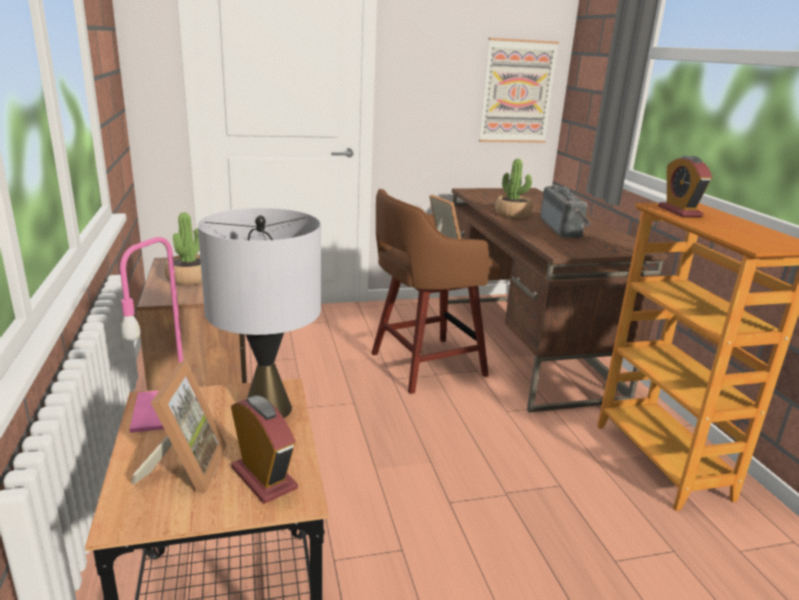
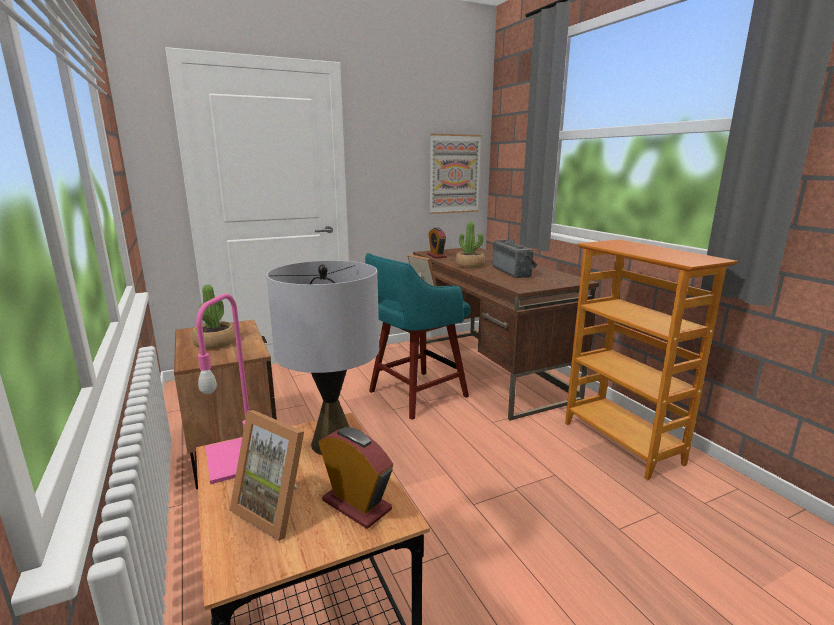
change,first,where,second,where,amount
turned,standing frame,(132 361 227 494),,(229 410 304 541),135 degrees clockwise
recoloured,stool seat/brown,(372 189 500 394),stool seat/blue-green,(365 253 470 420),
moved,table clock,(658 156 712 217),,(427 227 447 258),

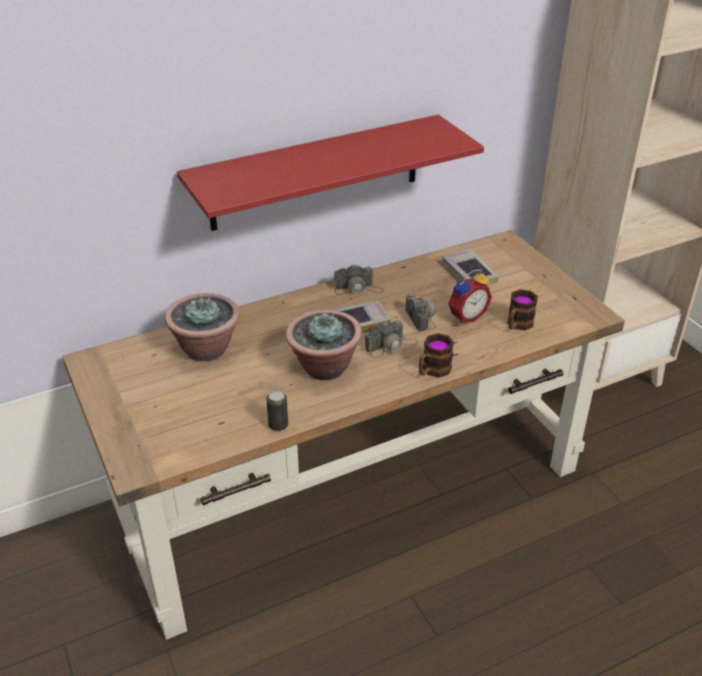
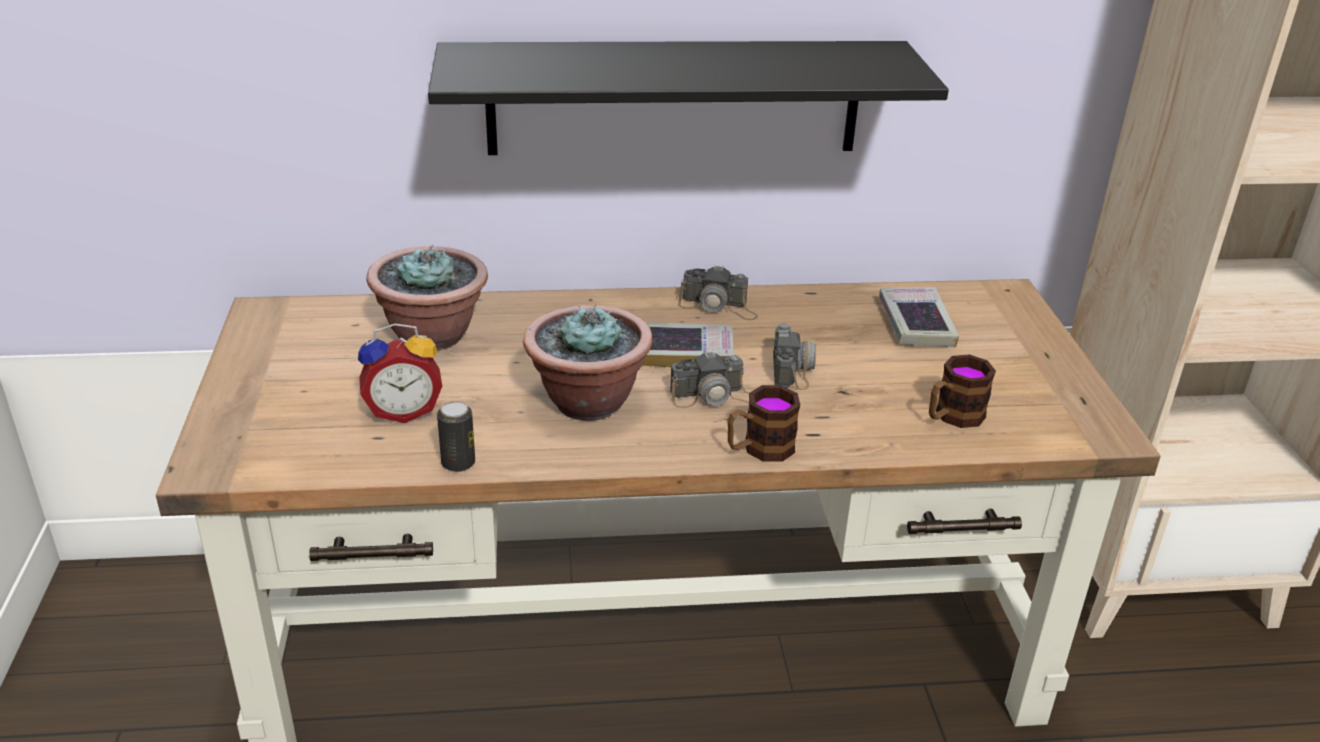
change,first,where,second,where,amount
moved,table clock,(448 269 492 323),,(358 323 442 423),
recoloured,bracket shelf/red-coloured,(177 115 484 231),bracket shelf/black-coloured,(428 41 949 155),

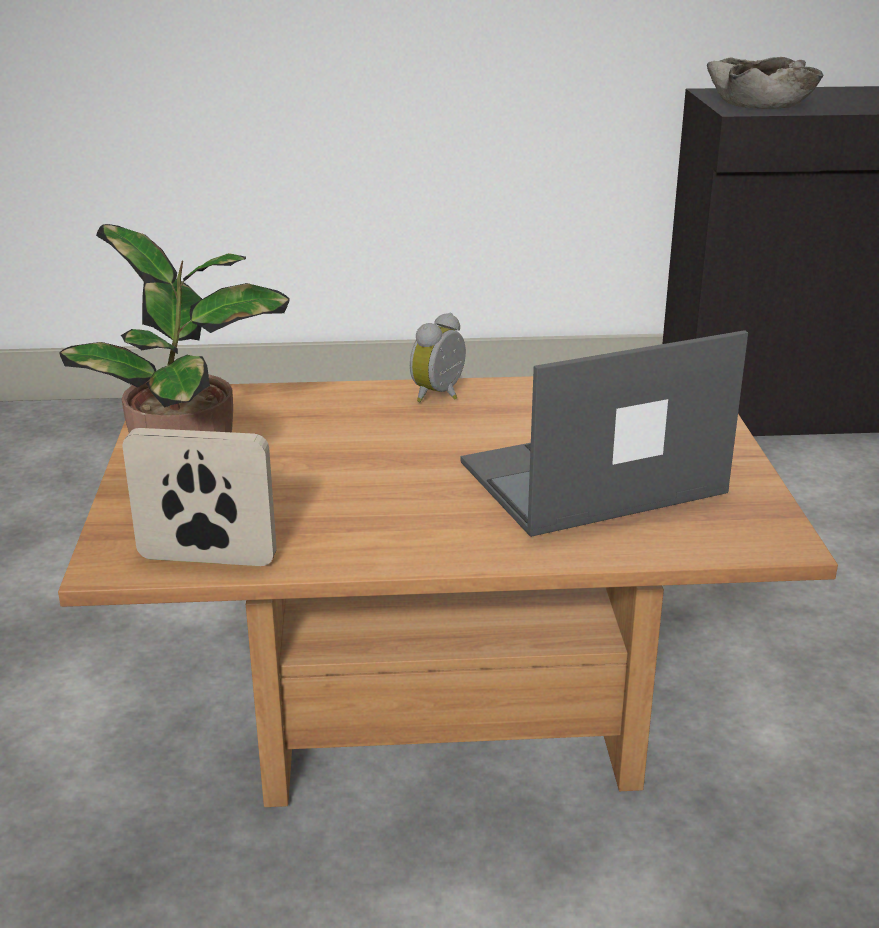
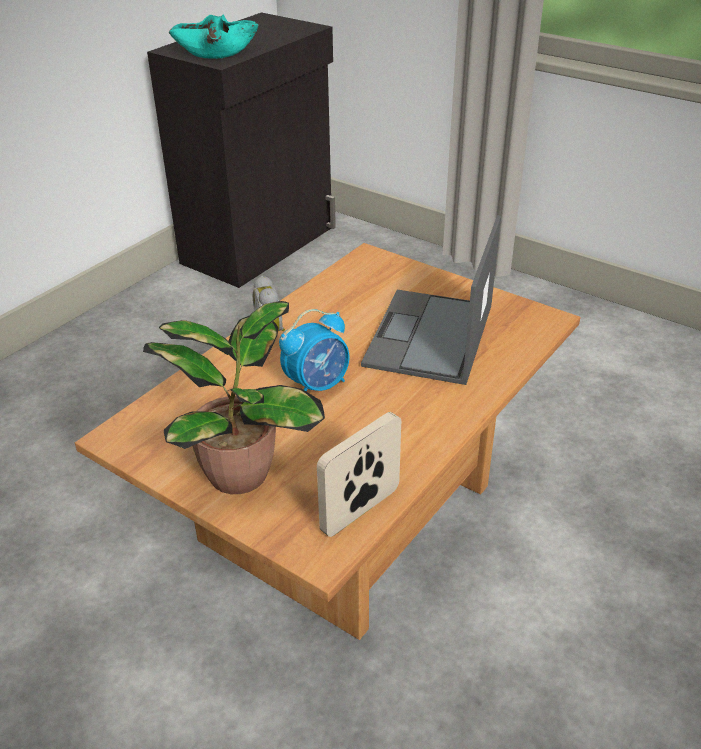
change,first,where,second,where,amount
recoloured,bowl/beige-coloured,(707 57 823 109),bowl/blue-green,(169 14 259 59),
added,,,table clock,(279 309 350 391),

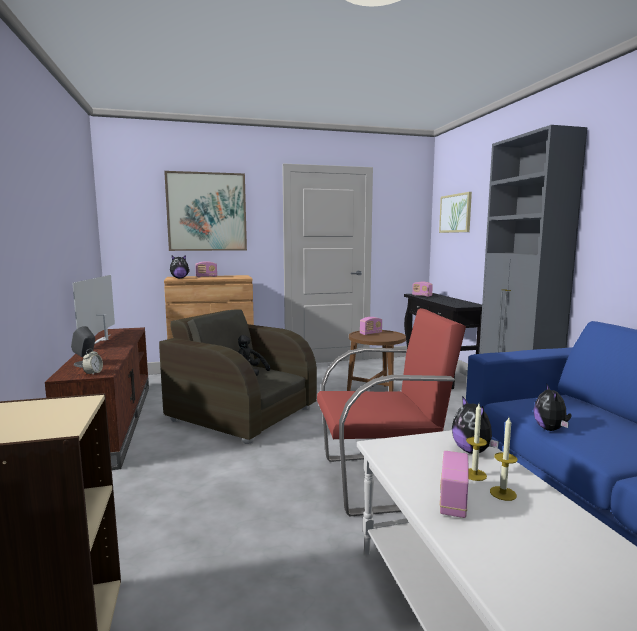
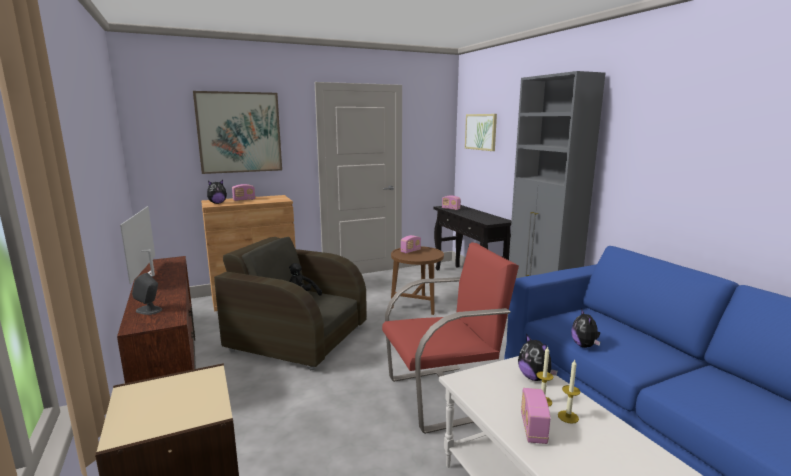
change,first,where,second,where,amount
removed,table clock,(82 349 103 375),,,

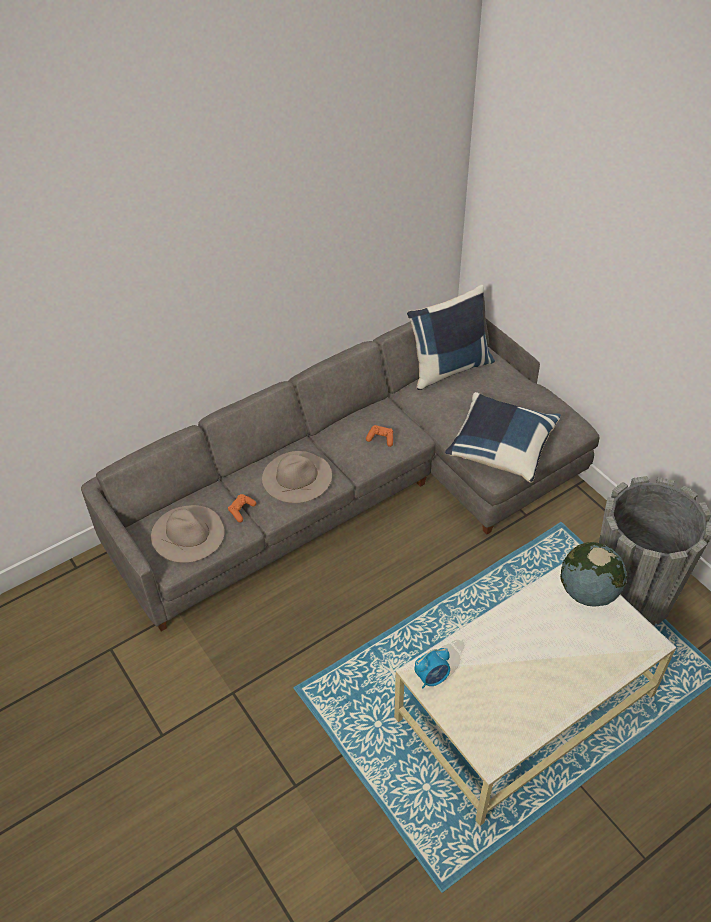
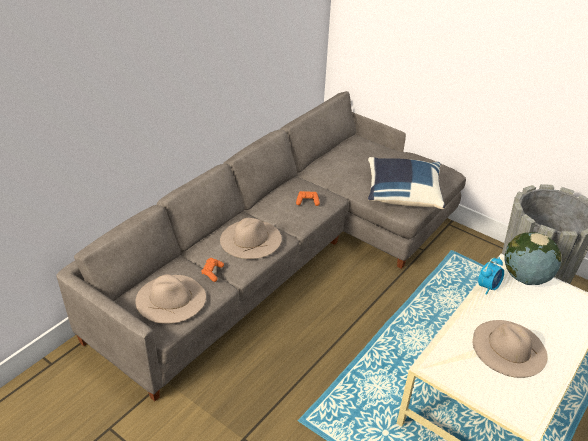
change,first,where,second,where,amount
added,,,clothing hat/beige-coloured,(473 320 547 378),
moved,table clock,(414 648 450 689),,(478 257 504 295),
removed,throw pillow/blue,(407 285 495 390),,,

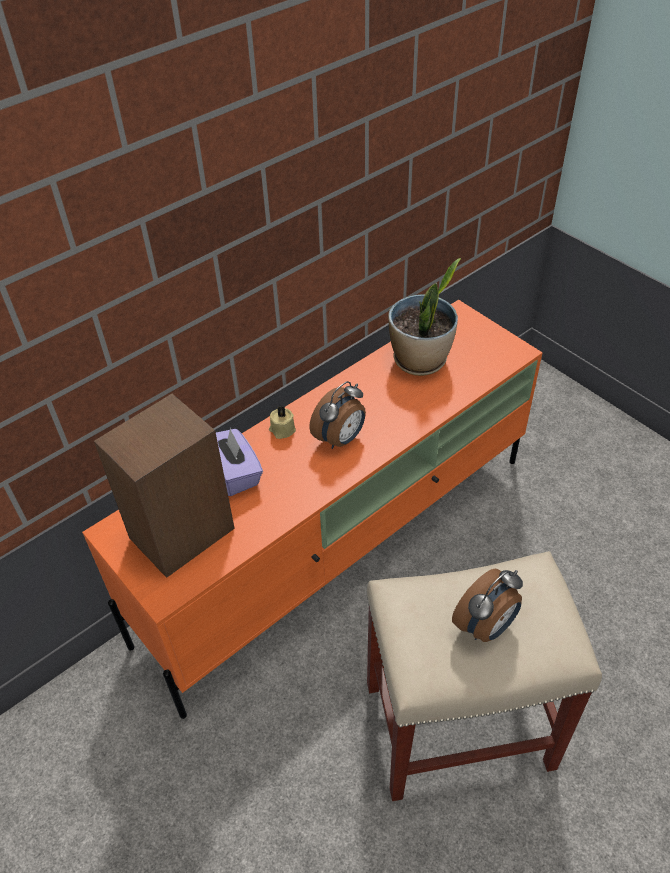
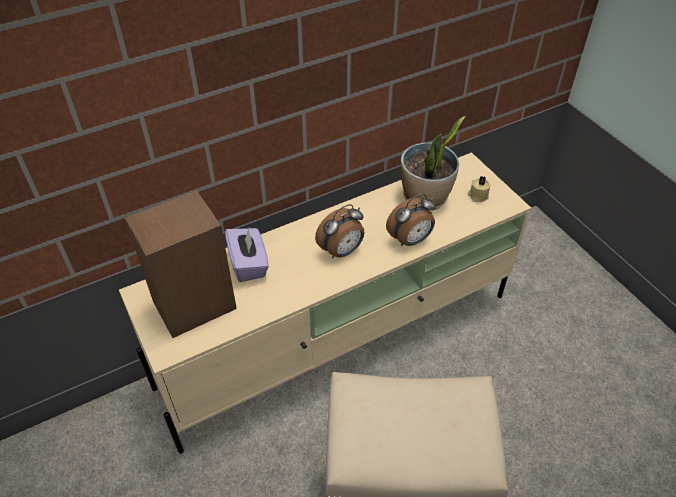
change,first,where,second,where,amount
recoloured,tv unit/orange-coloured,(82 300 543 719),tv unit/beige-coloured,(119 152 531 454),
moved,table clock,(452 568 523 642),,(386 194 436 246),
moved,wax light/beige-coloured,(269 406 296 439),,(468 176 491 202),

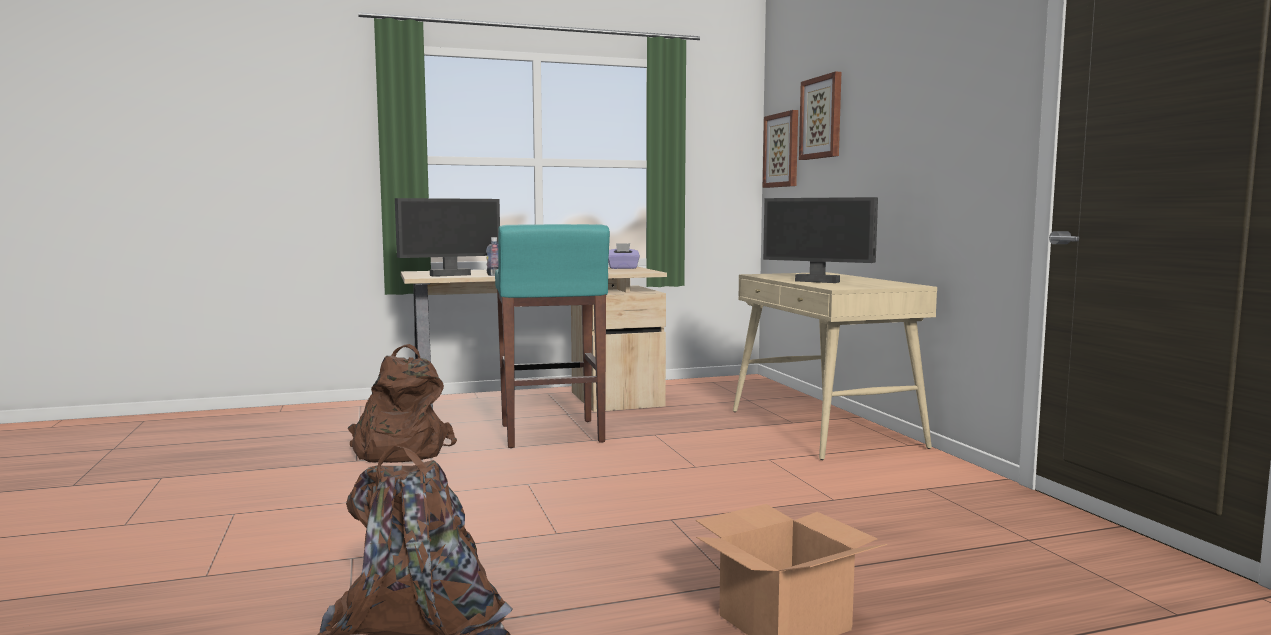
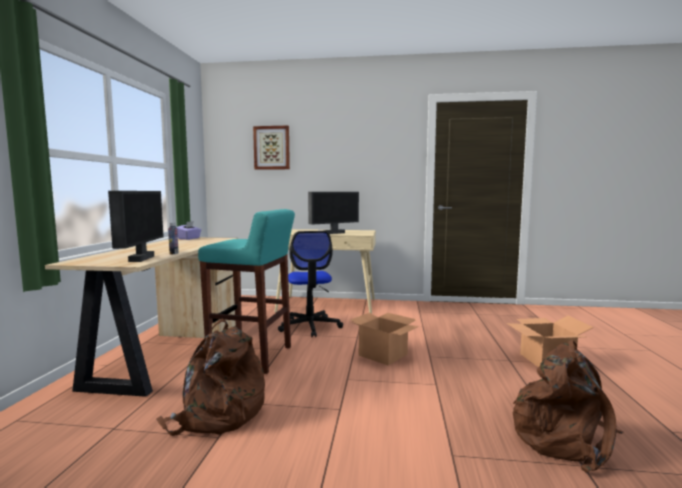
change,first,where,second,where,amount
added,,,office chair,(278 231 343 337),
added,,,carton,(350 313 419 365),
removed,wall picture,(763 110 798 188),,,

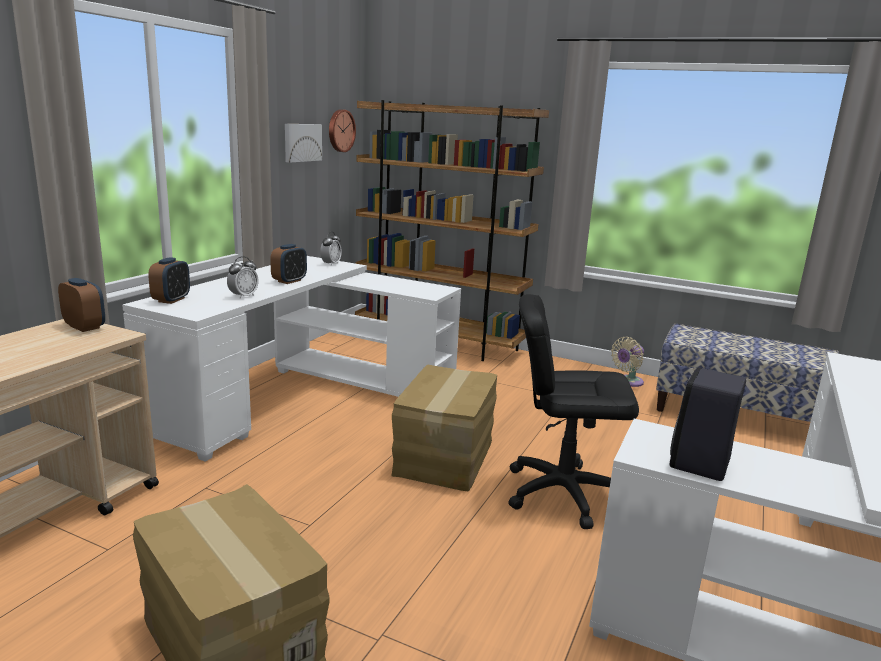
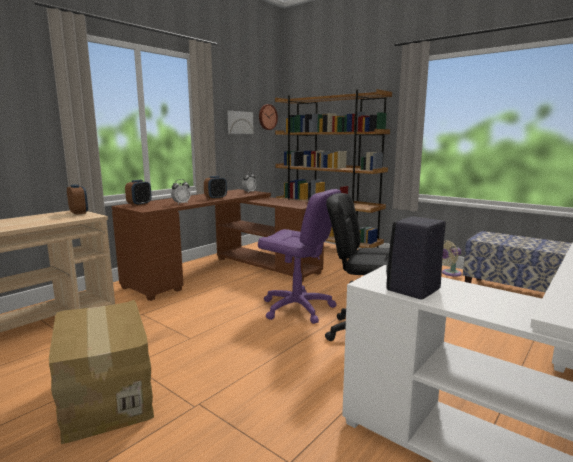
change,first,where,second,where,amount
recoloured,desk table/white,(122 256 461 462),desk table/brown,(111 189 324 301),
replaced,carton,(391 364 497 491),office chair/purple-coloured,(258 189 341 324),

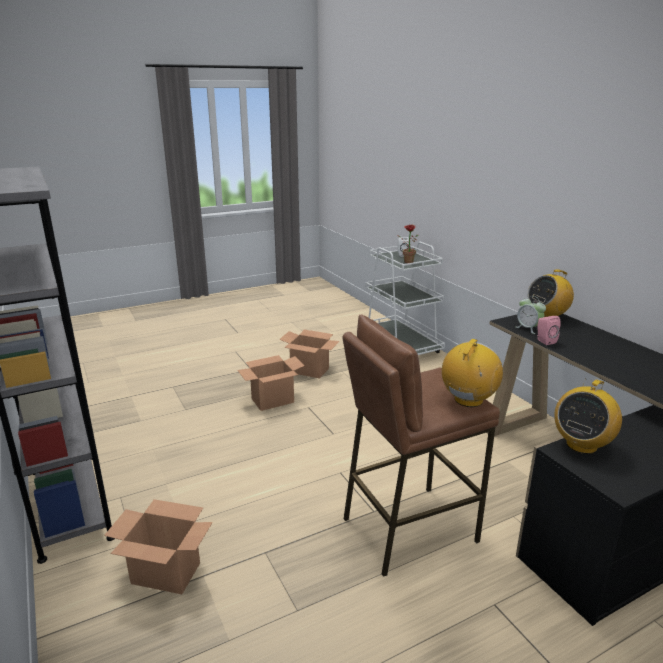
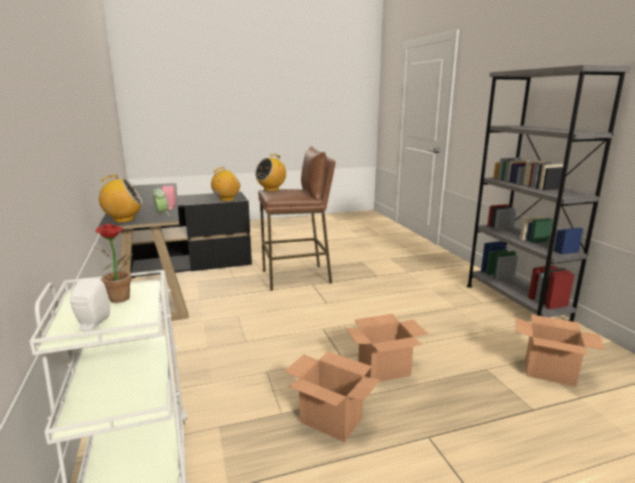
change,first,where,second,where,amount
moved,carton,(104 499 213 594),,(516 315 605 387),

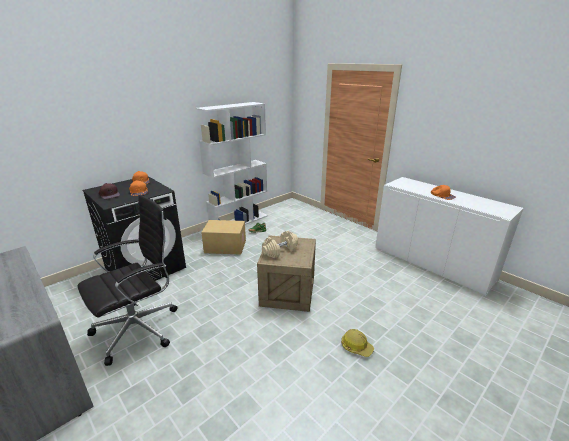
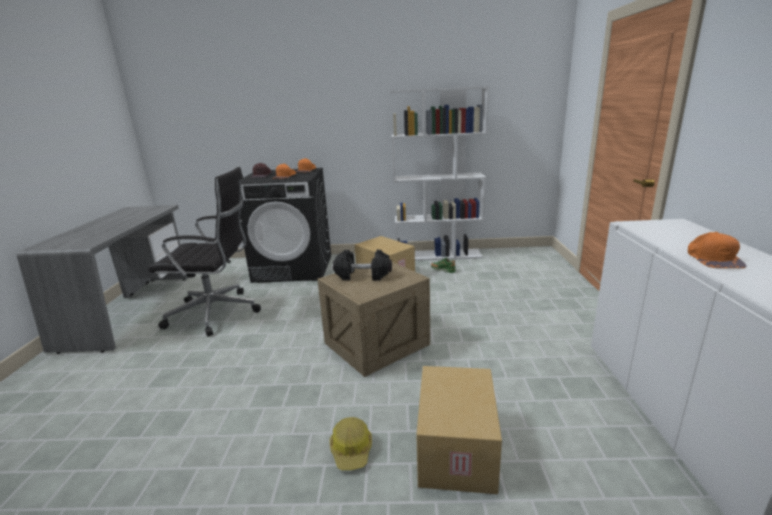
change,first,where,second,where,amount
recoloured,dumbbell/beige-coloured,(262 231 298 258),dumbbell/black-coloured,(333 250 392 281),
added,,,carton,(416 366 502 494),

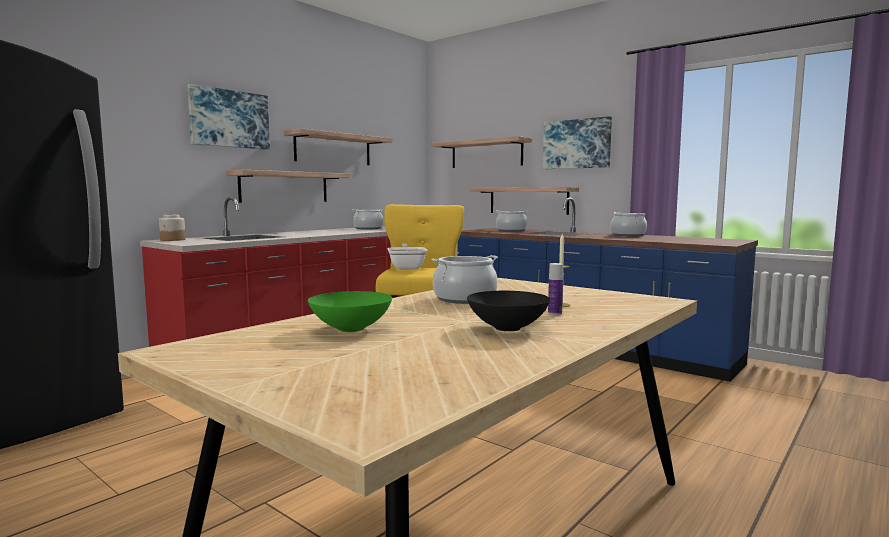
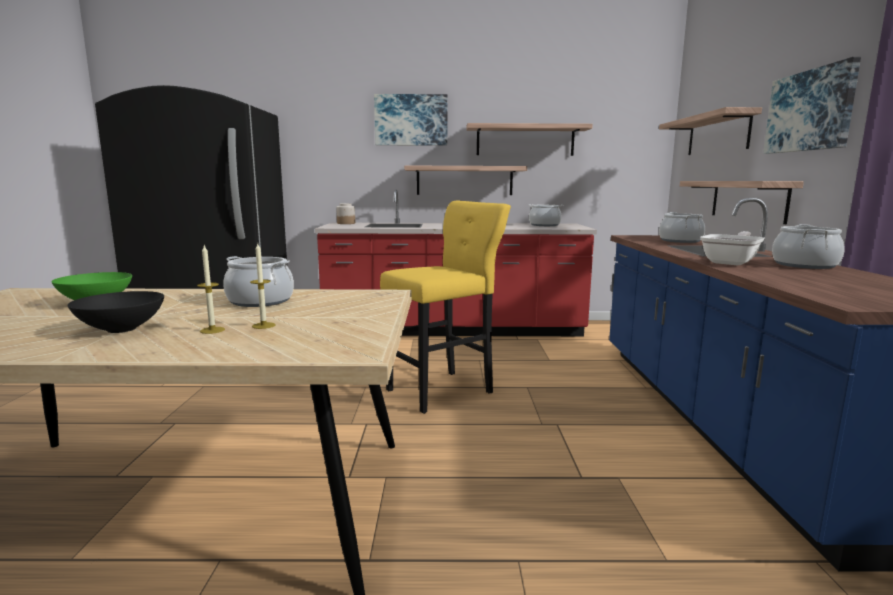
change,first,where,second,where,amount
replaced,drink bottle,(548 263 563 315),wax light,(197 246 225 334),
moved,frying pan,(387 244 427 270),,(700 231 765 265),

